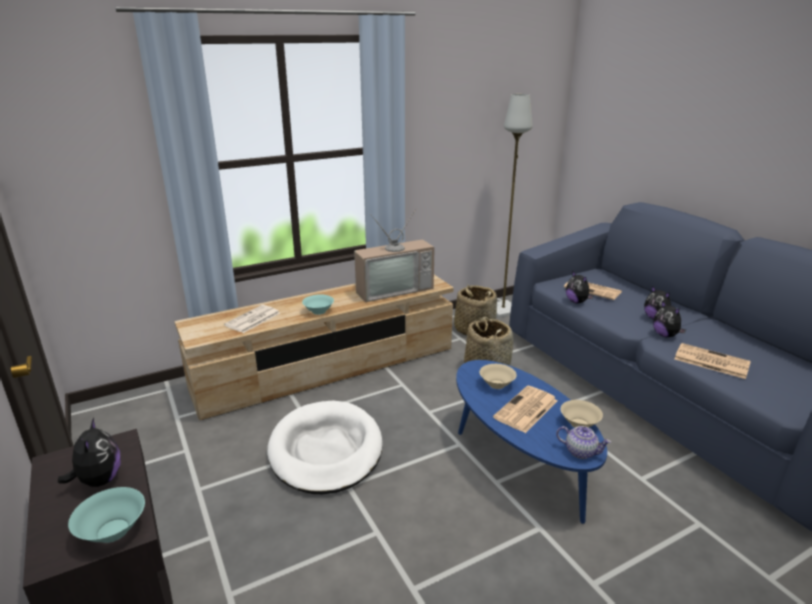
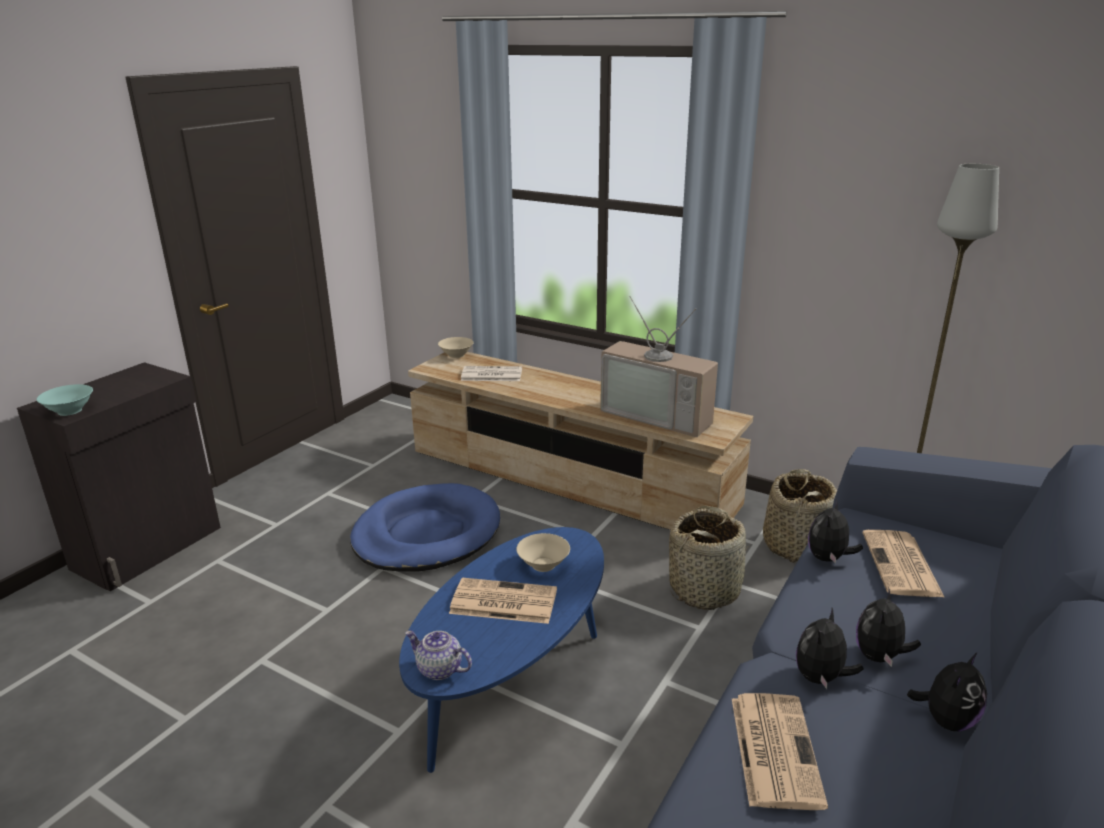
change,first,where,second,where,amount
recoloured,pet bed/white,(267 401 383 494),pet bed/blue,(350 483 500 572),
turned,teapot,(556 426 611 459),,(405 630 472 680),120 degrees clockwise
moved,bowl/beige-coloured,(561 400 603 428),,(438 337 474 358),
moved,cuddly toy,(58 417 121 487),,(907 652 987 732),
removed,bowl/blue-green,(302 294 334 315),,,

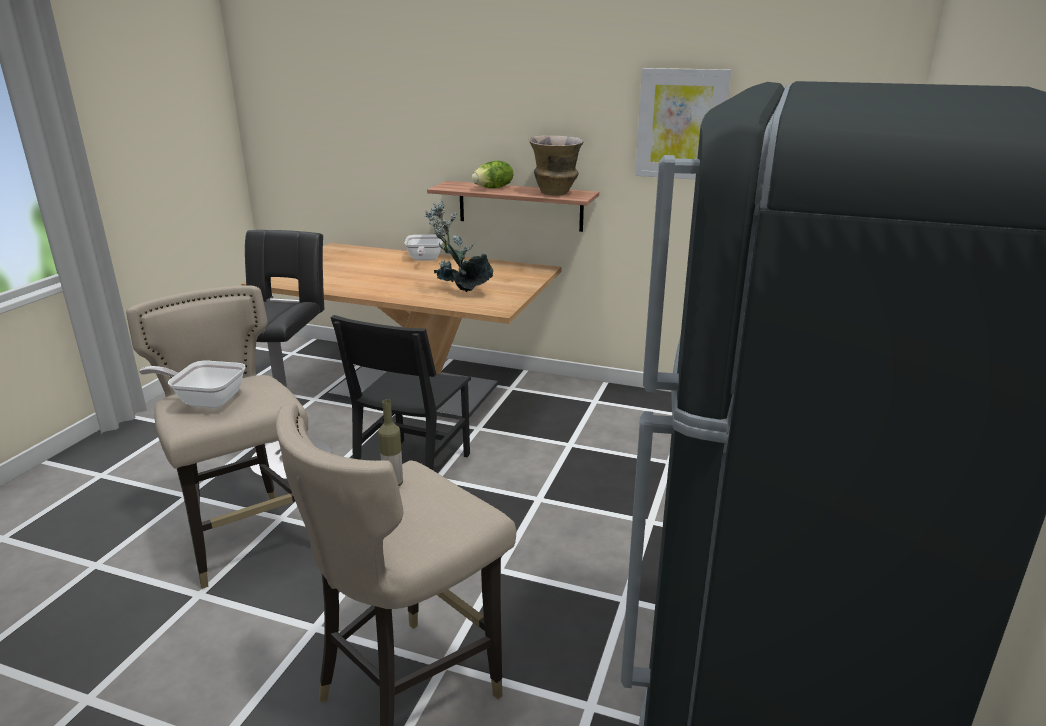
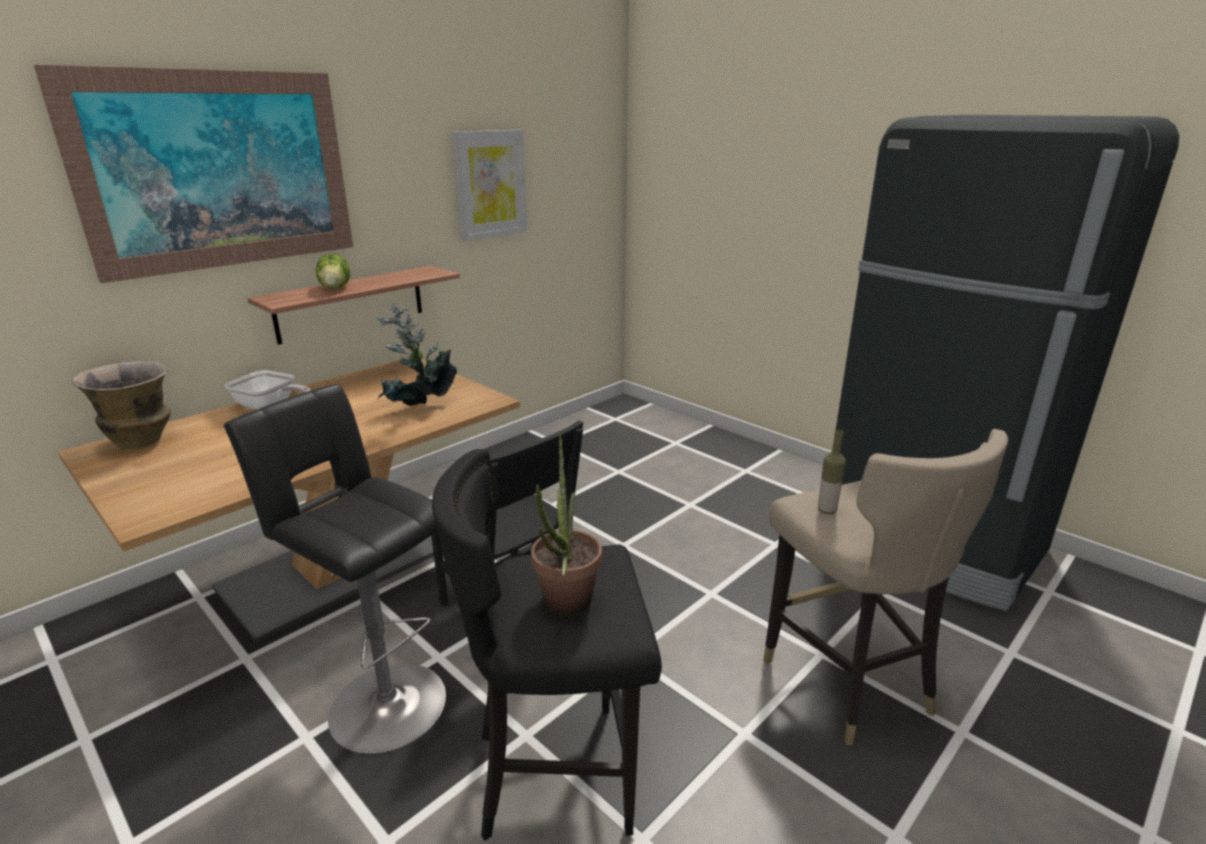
change,first,where,second,where,amount
added,,,wall picture,(34 65 353 283),
moved,flower vase,(529 135 584 196),,(72 361 171 449),
recoloured,stool seat/beige-coloured,(126 285 308 589),stool seat/black-coloured,(432 449 662 841),
replaced,frying pan,(139 361 245 408),plant in a pot,(531 431 602 615),

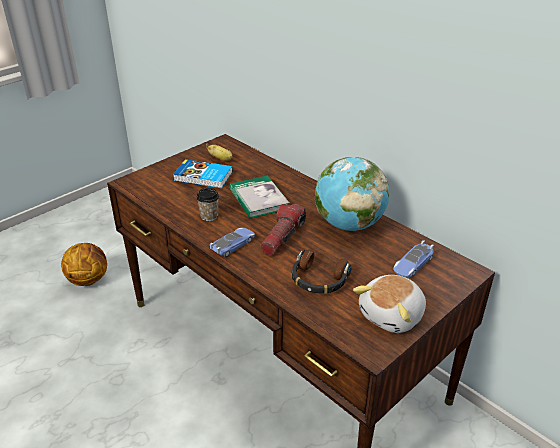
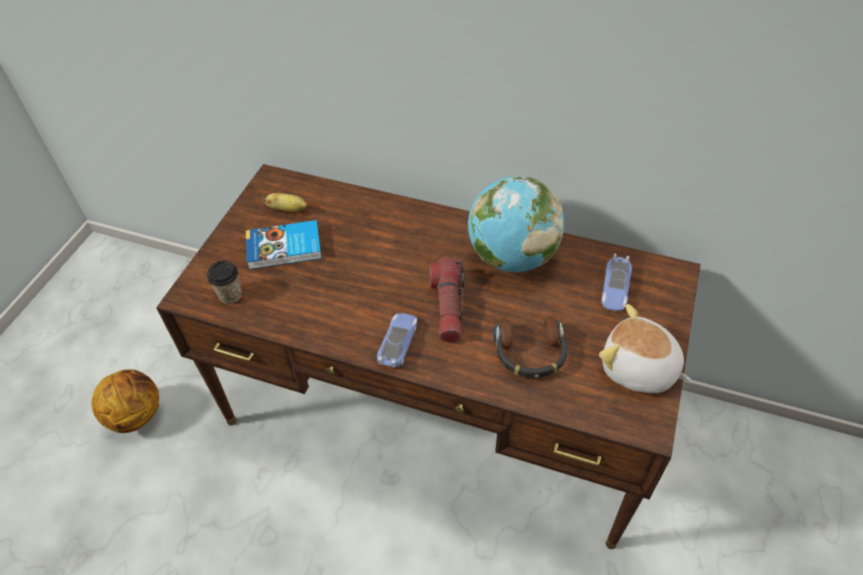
change,first,where,second,where,amount
moved,cup,(196 188 219 221),,(207 261 242 304),
turned,cuddly toy,(353 275 426 333),,(599 304 691 393),105 degrees clockwise
removed,volume,(229 175 289 219),,,

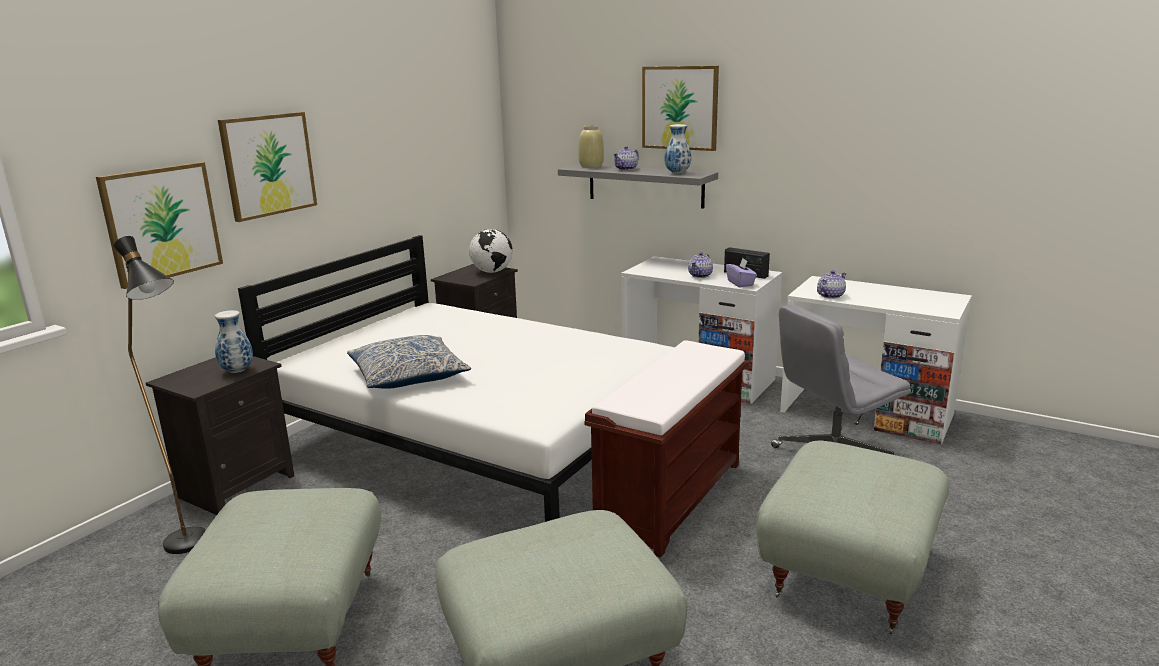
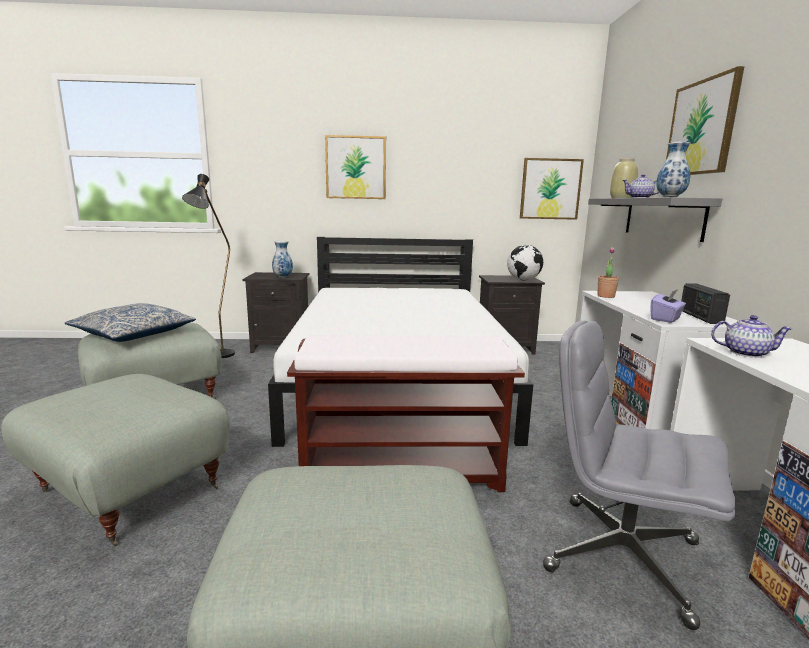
change,first,where,second,where,amount
moved,throw pillow,(347 335 471 389),,(65 303 196 342),
moved,wall picture,(96 162 223 289),,(520 158 584 220),
added,,,plant in a pot,(597 247 619 298),
removed,teapot,(688 252 713 278),,,

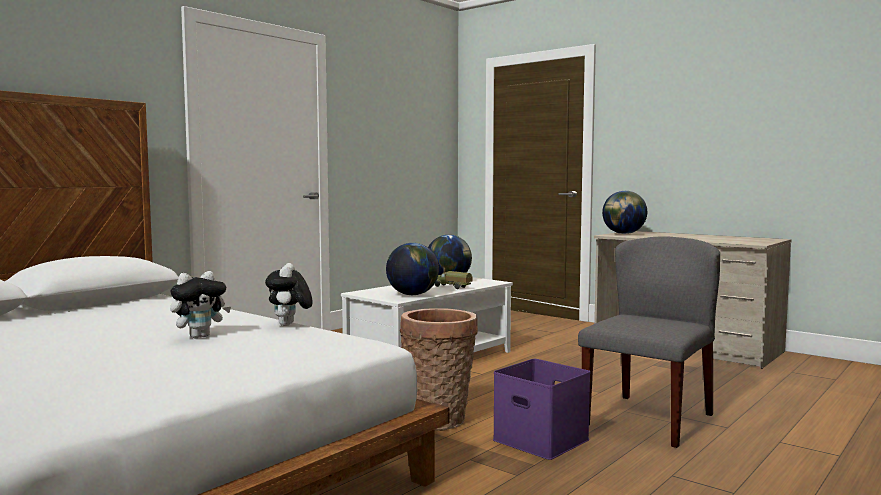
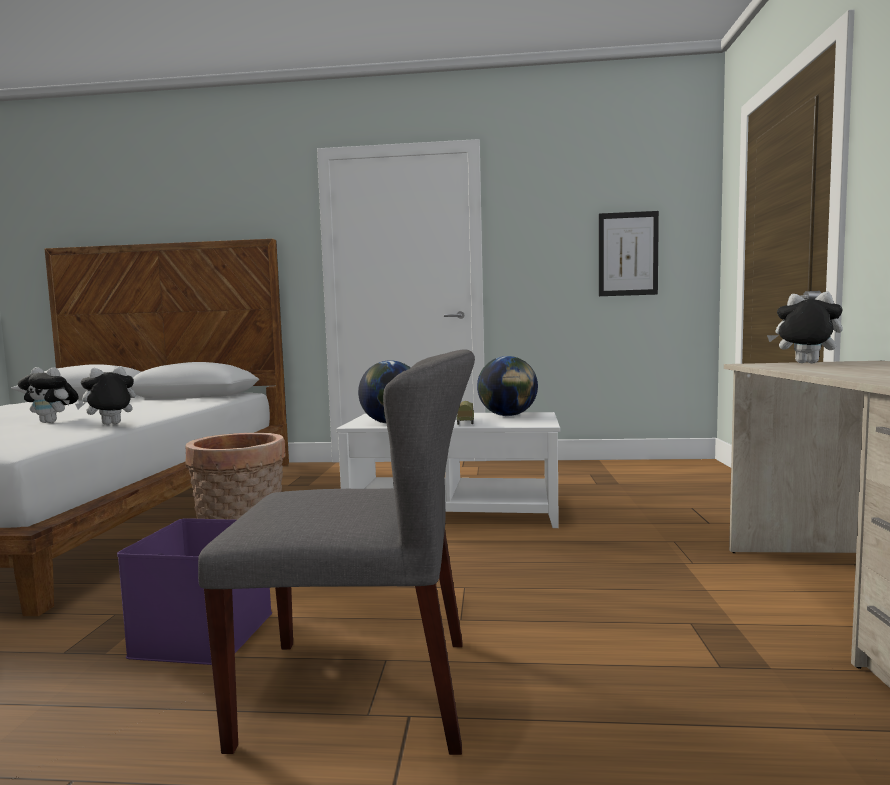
change,first,where,second,where,amount
added,,,wall picture,(599 211 659 296),
replaced,globe,(602 191 647 234),cuddly toy,(767 292 843 363),

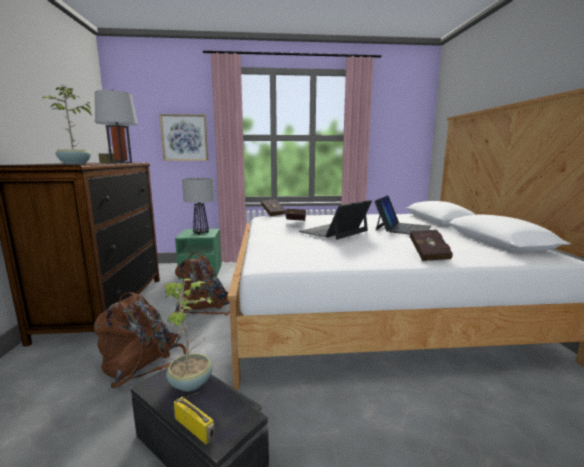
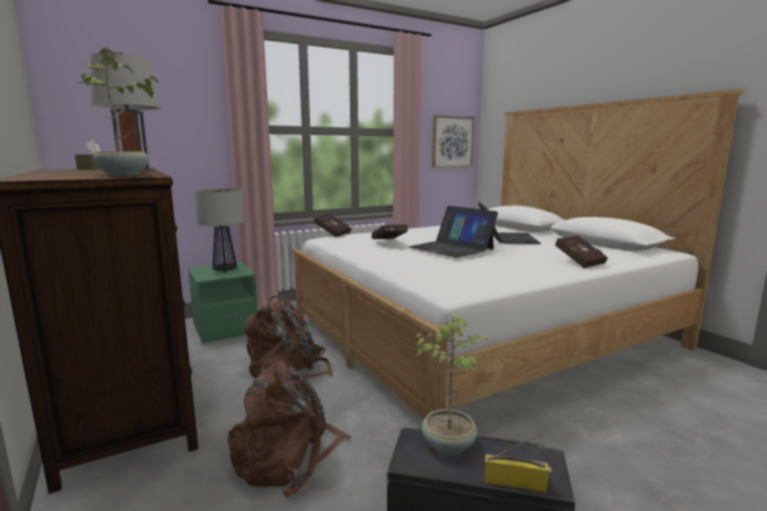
change,first,where,second,where,amount
turned,notebook computer,(299 200 372 240),,(408 206 498 258),60 degrees counterclockwise
moved,wall picture,(159 114 208 161),,(432 115 475 168),

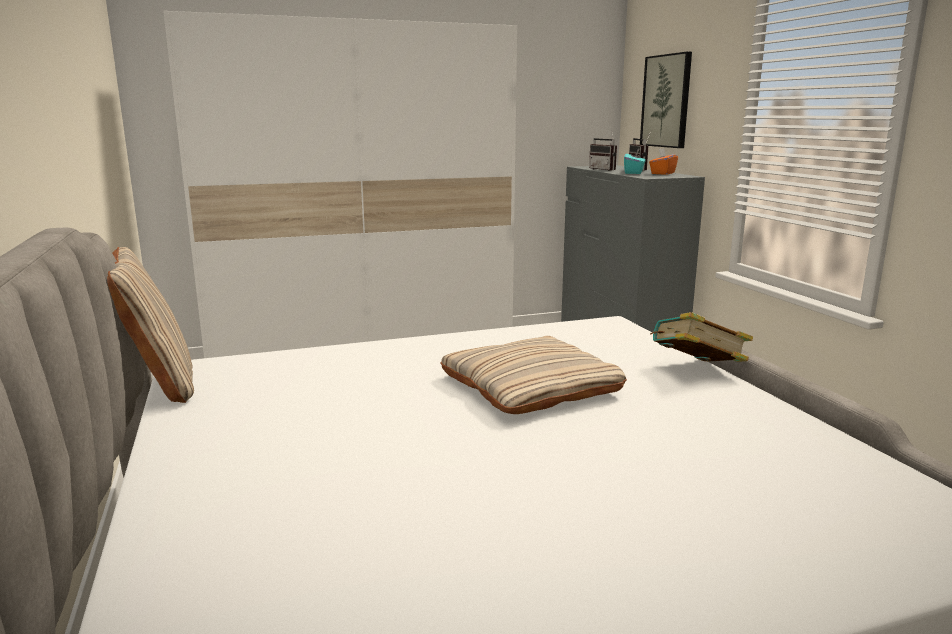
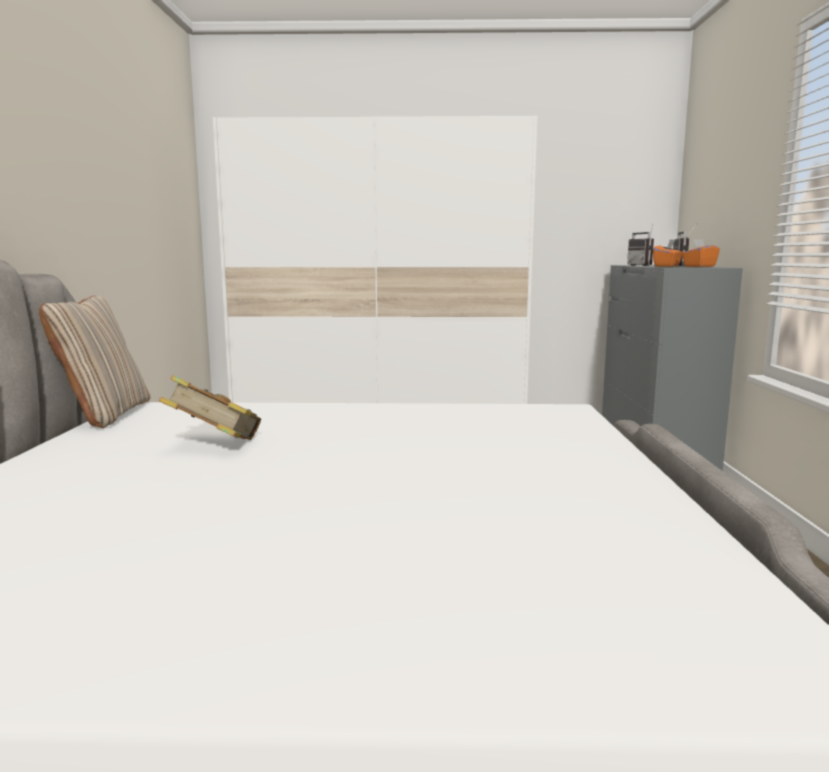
change,first,where,second,where,amount
moved,volume,(650 312 753 362),,(159 375 261 440),
recoloured,tissue holder/blue-green,(624 148 646 174),tissue holder/orange-coloured,(653 239 682 267),
removed,throw pillow/beige-coloured,(440 336 627 414),,,
removed,wall picture,(640 52 692 148),,,

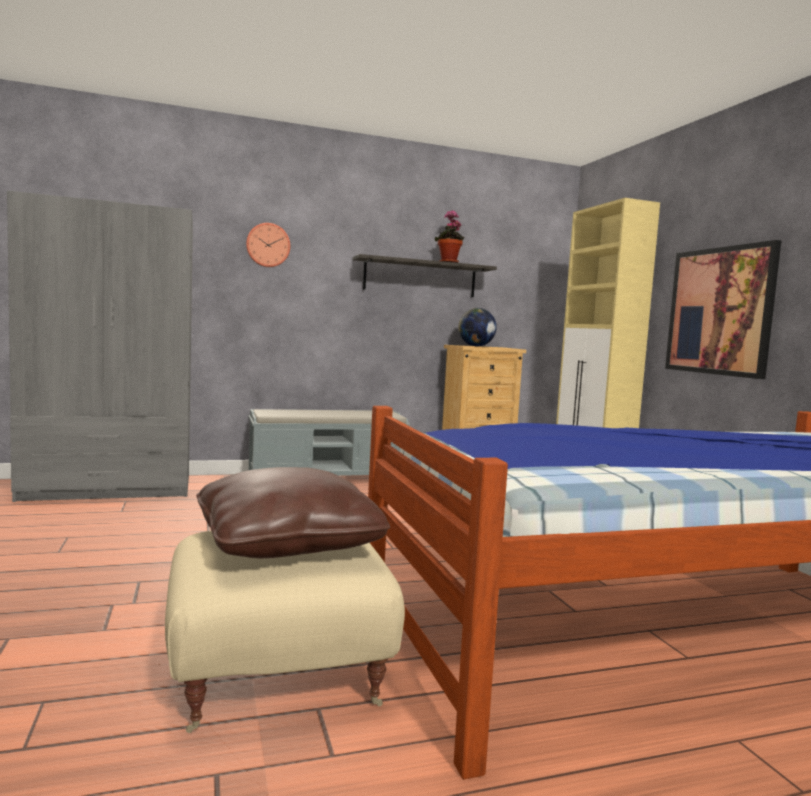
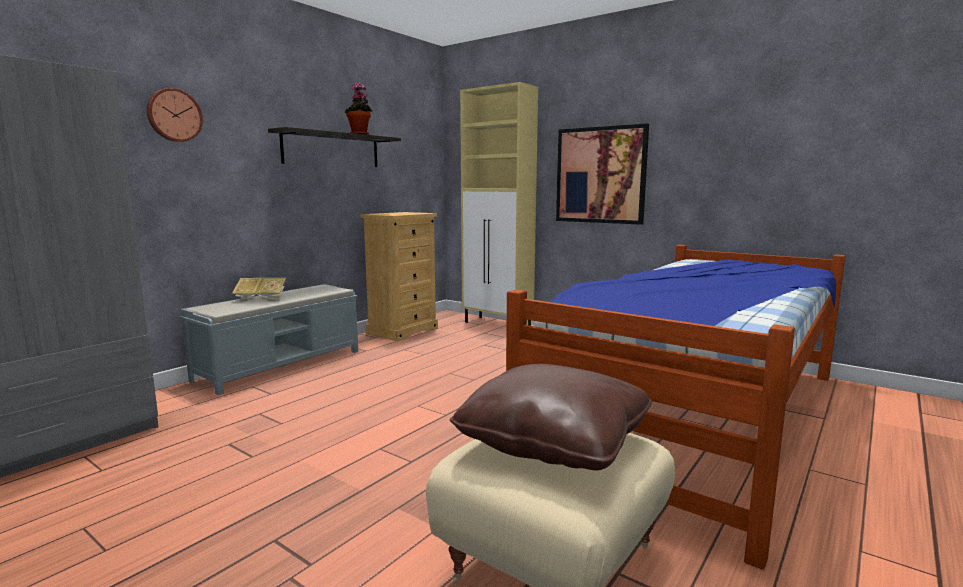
change,first,where,second,where,amount
added,,,volume,(232 277 286 301),
removed,globe,(458 308 497 346),,,

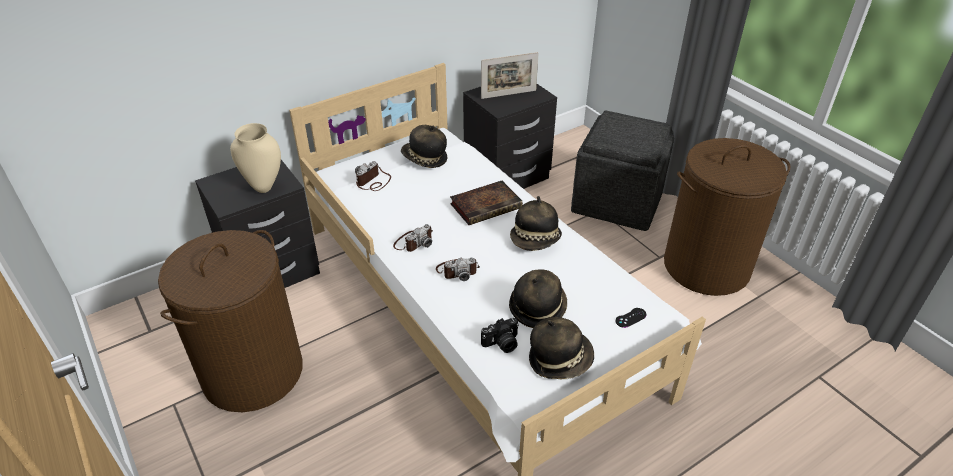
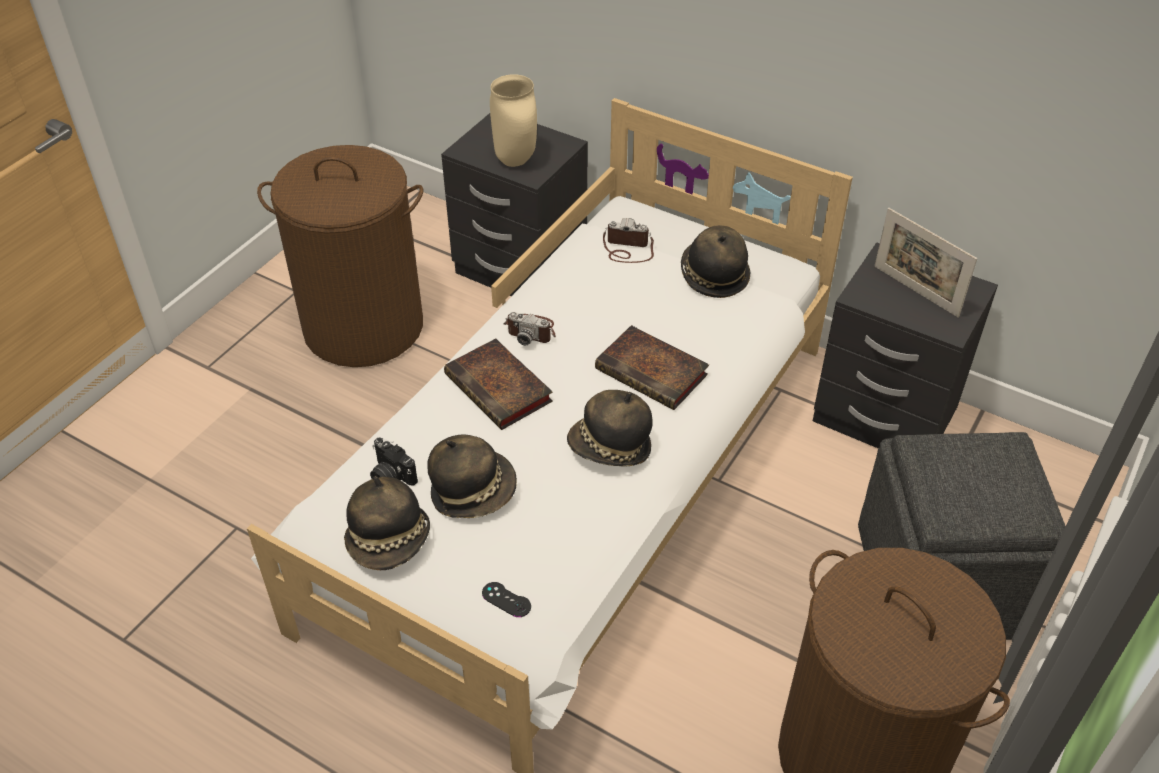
change,first,where,second,where,amount
replaced,photo camera,(436 257 480 281),volume,(444 339 553 430),

